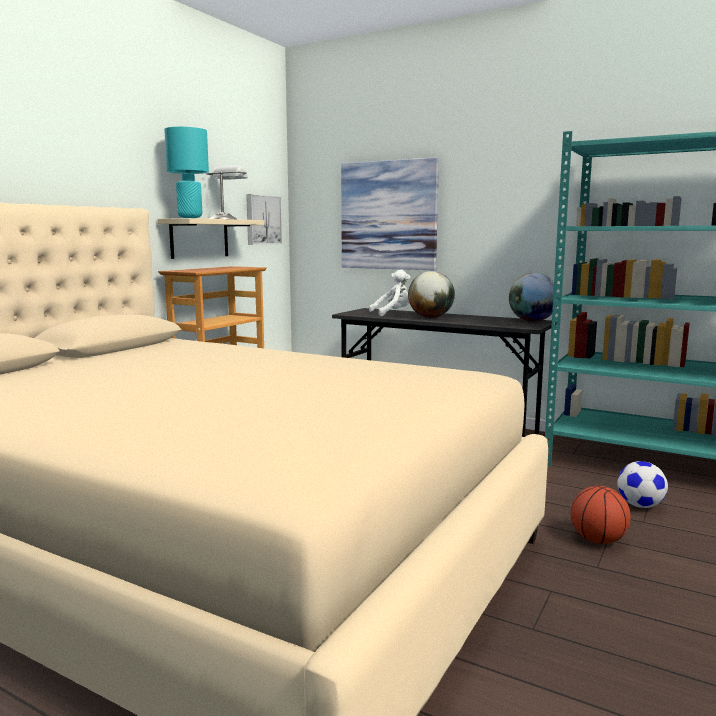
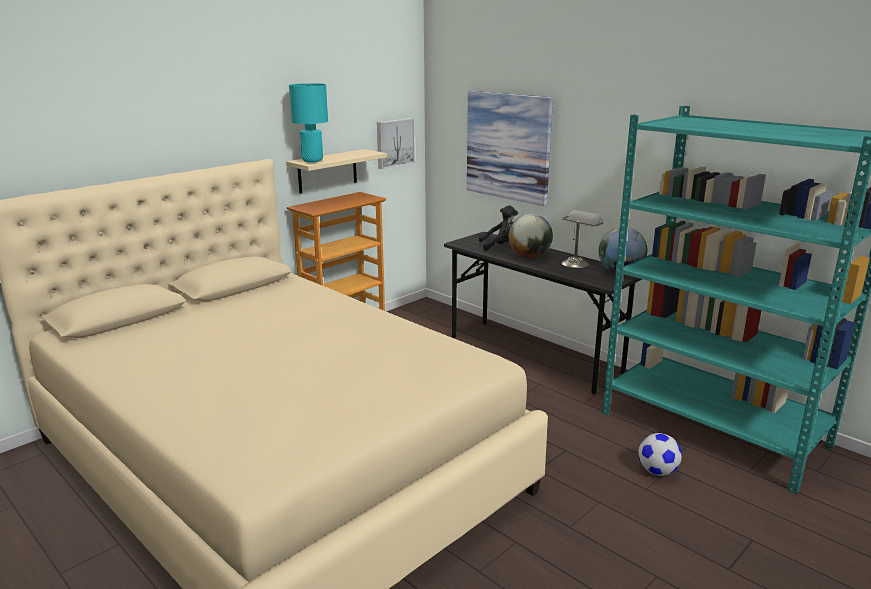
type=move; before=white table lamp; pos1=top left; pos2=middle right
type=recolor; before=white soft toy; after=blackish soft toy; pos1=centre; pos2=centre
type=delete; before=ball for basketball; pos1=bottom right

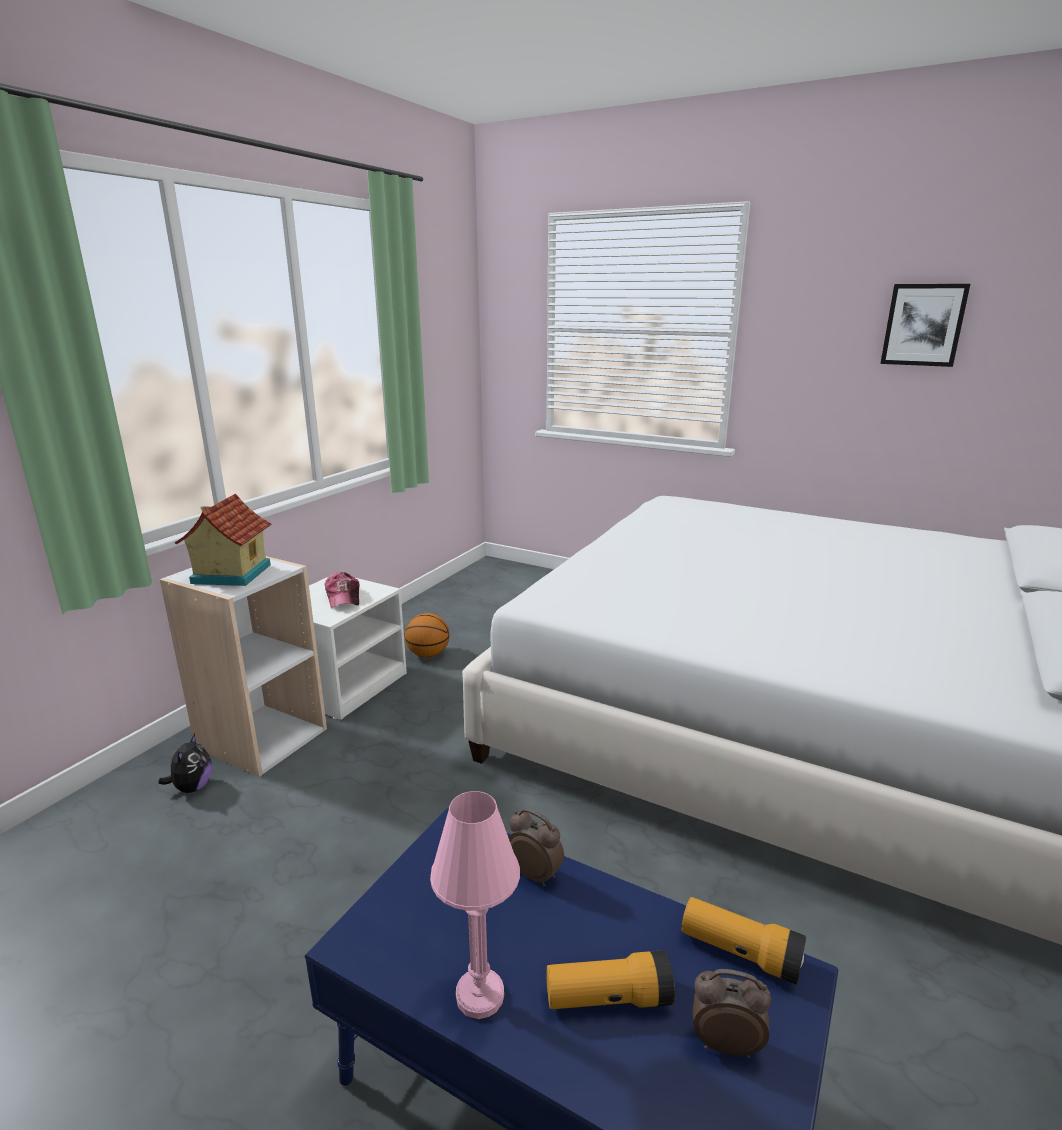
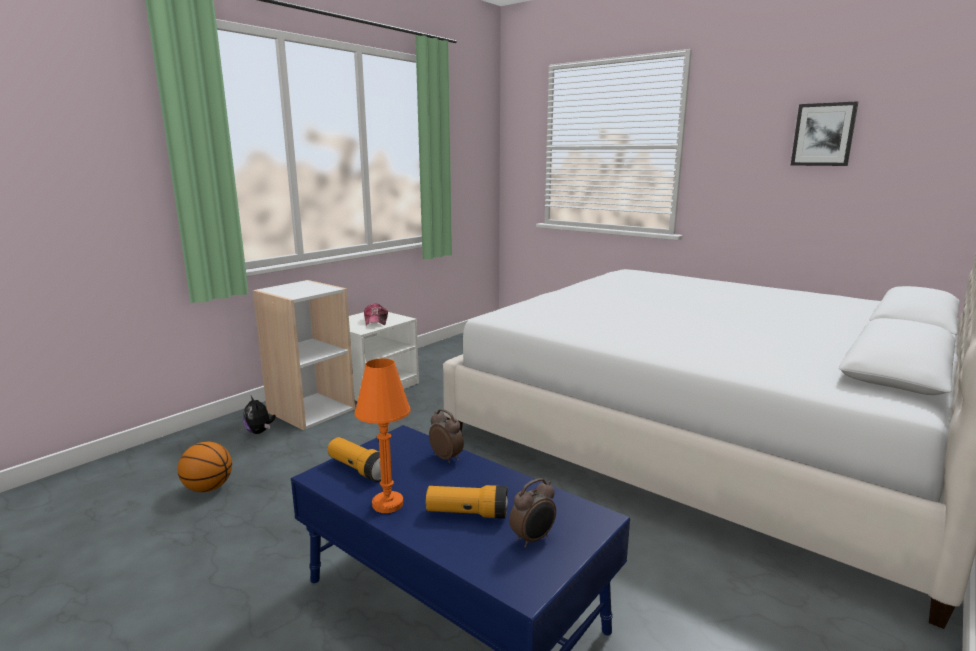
type=delete; before=miniature house; pos1=middle left
type=move; before=ball for basketball; pos1=centre; pos2=bottom left
type=rotate; before=soft toy; pos1=bottom left; pos2=middle left; turn=135
type=recolor; before=pink table lamp; after=orange-coloured table lamp; pos1=bottom centre; pos2=bottom centre
type=move; before=flashlight (2nd from left in the first image); after=flashlight (1st from left); pos1=bottom right; pos2=bottom centre
type=rotate; before=table clock (2nd from left); pos1=bottom right; pos2=bottom centre; turn=120

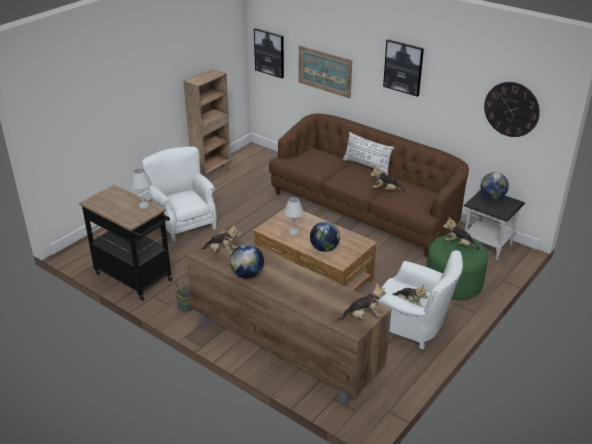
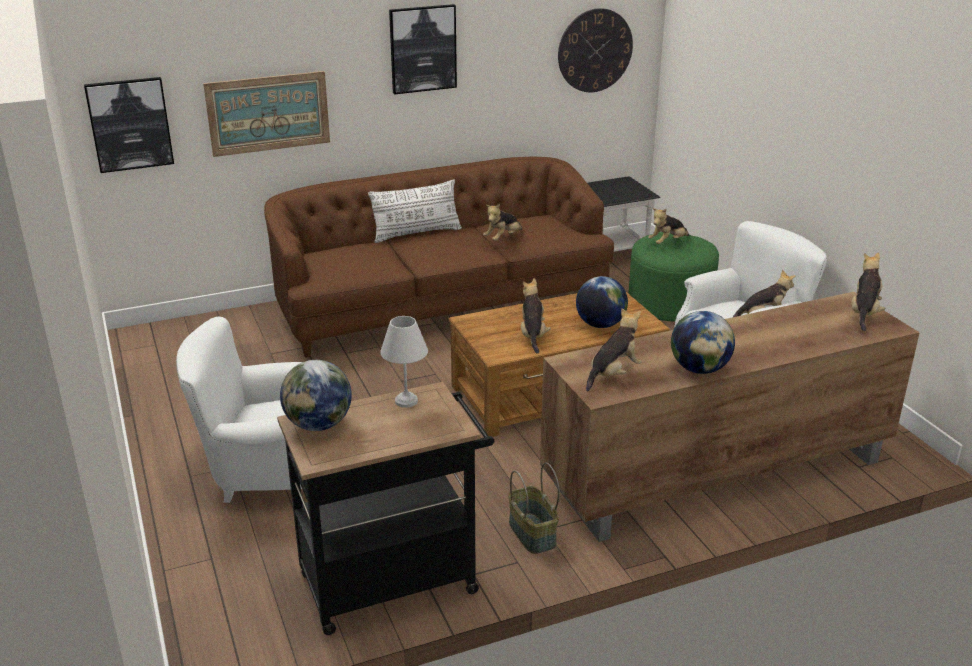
type=delete; before=brownish bookcase; pos1=top centre
type=move; before=globe (3rd from left in the first image); after=globe (1st from left); pos1=middle right; pos2=middle left
type=replace; before=white table lamp (2nd from left); after=soft toy (2nd from left); pos1=centre; pos2=centre

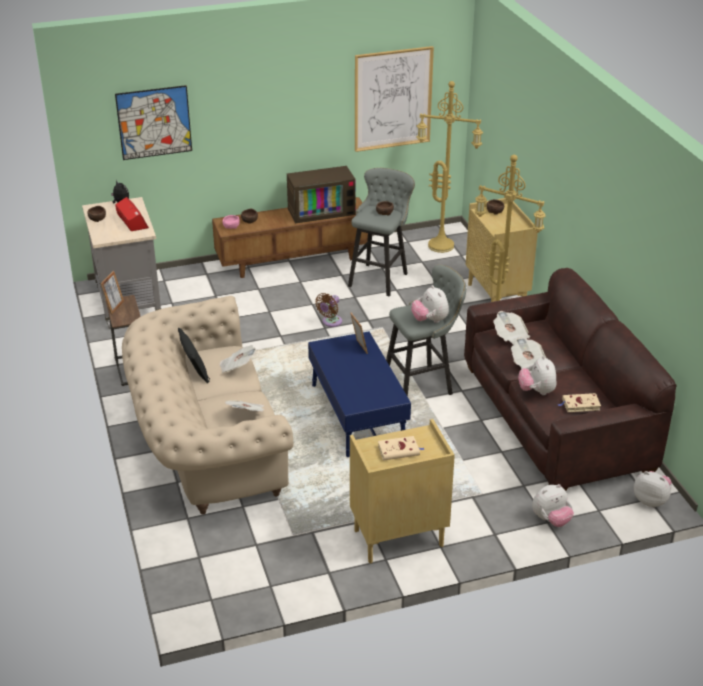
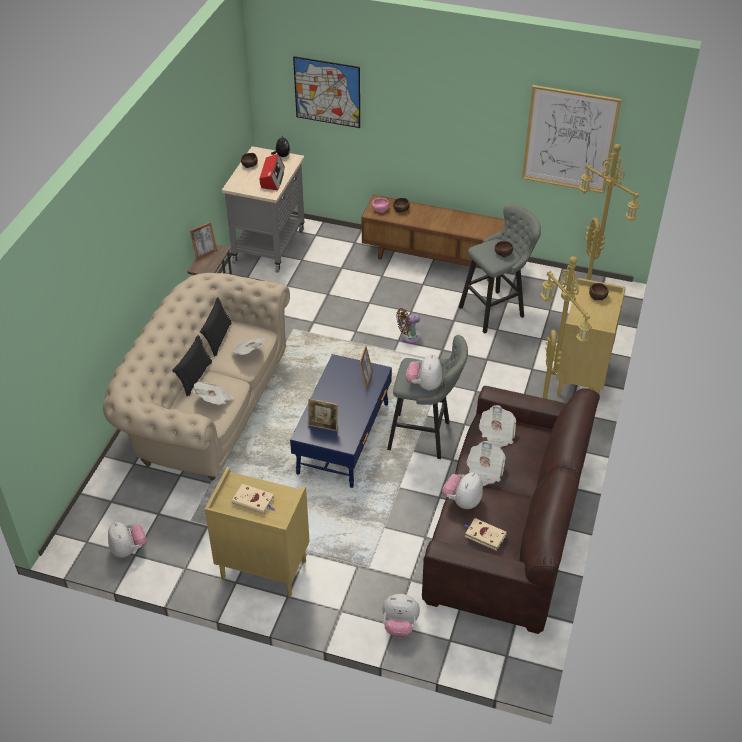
type=delete; before=TV set; pos1=top centre
type=move; before=soft toy (5th from left in the first image); after=soft toy (1st from left); pos1=bottom right; pos2=bottom left
type=insert; after=blackish pillow (1st from left); pos2=middle left
type=insert; after=photo frame (2nd from left); pos2=centre

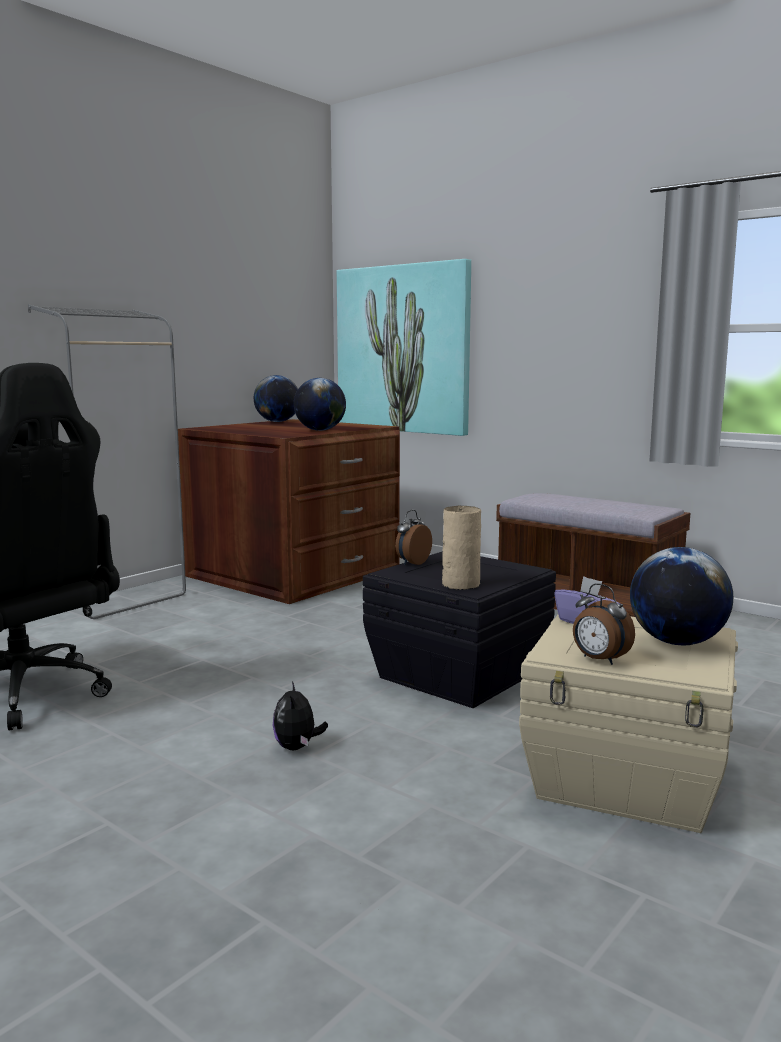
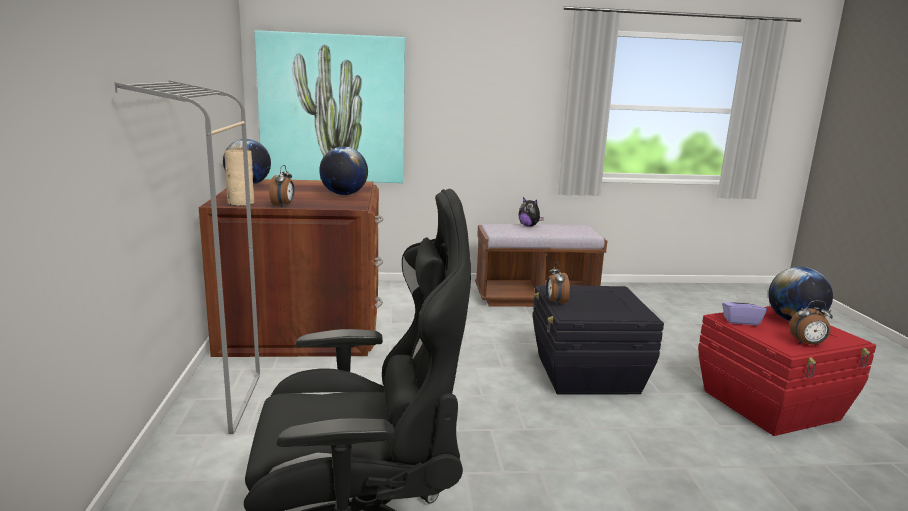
type=move; before=beige decorative vase; pos1=centre; pos2=middle left
type=recolor; before=beige storage bin; after=reddish storage bin; pos1=bottom right; pos2=bottom right
type=move; before=soft toy; pos1=bottom centre; pos2=centre
type=insert; after=table clock (1st from left); pos2=middle left

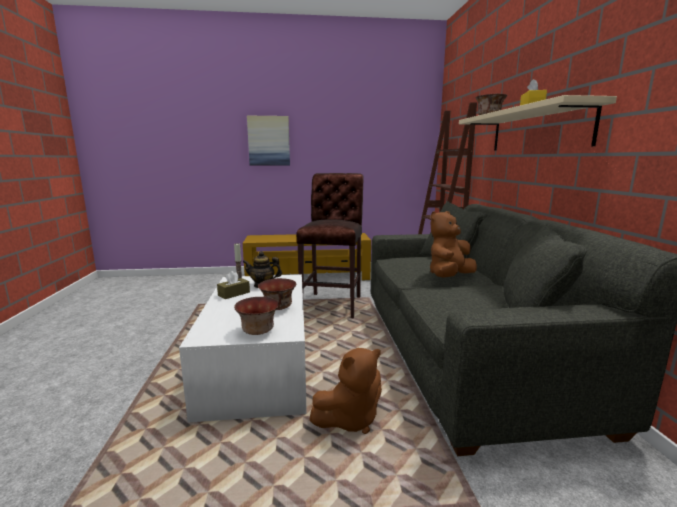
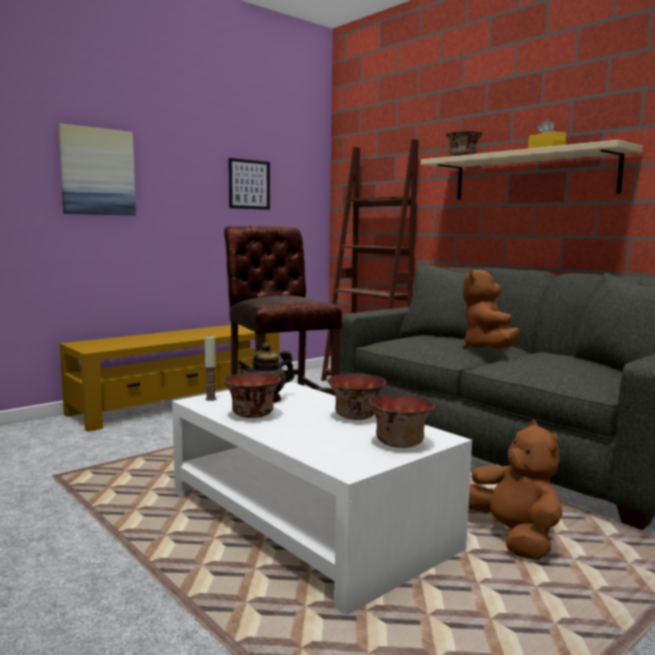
type=replace; before=brownish box of tissues; after=serving bowl (1st from left); pos1=centre; pos2=centre
type=rotate; before=brownish soft toy (1st from left in the first image); pos1=bottom centre; pos2=bottom right; turn=-45
type=insert; after=wall picture (2nd from left); pos2=top centre

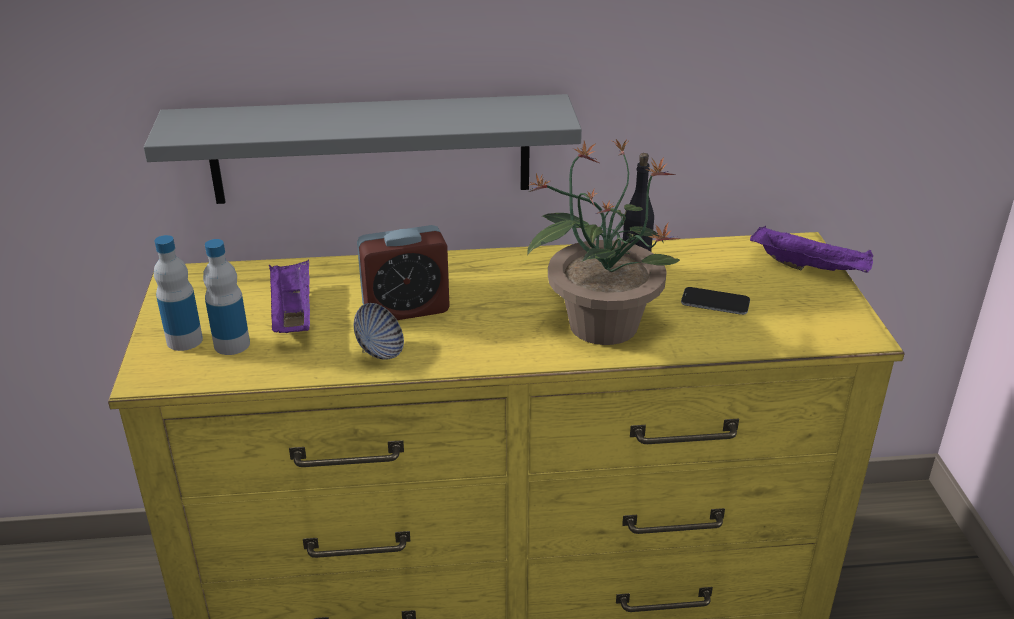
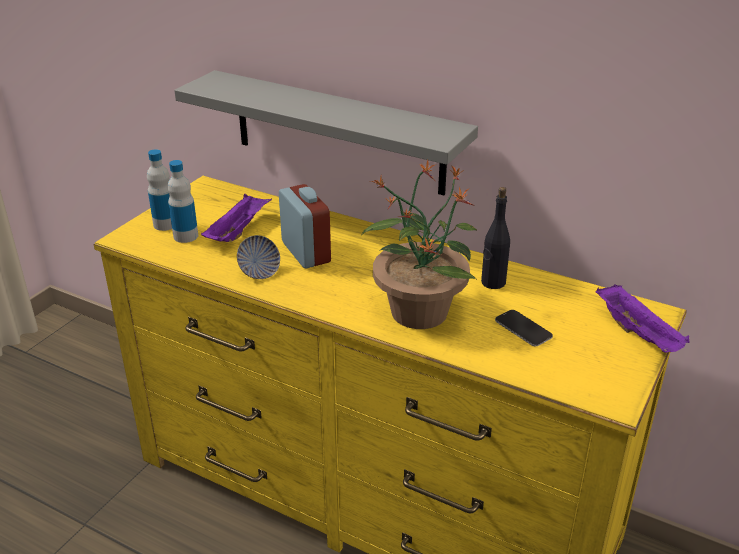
type=rotate; before=table clock; pos1=centre; pos2=centre; turn=-135

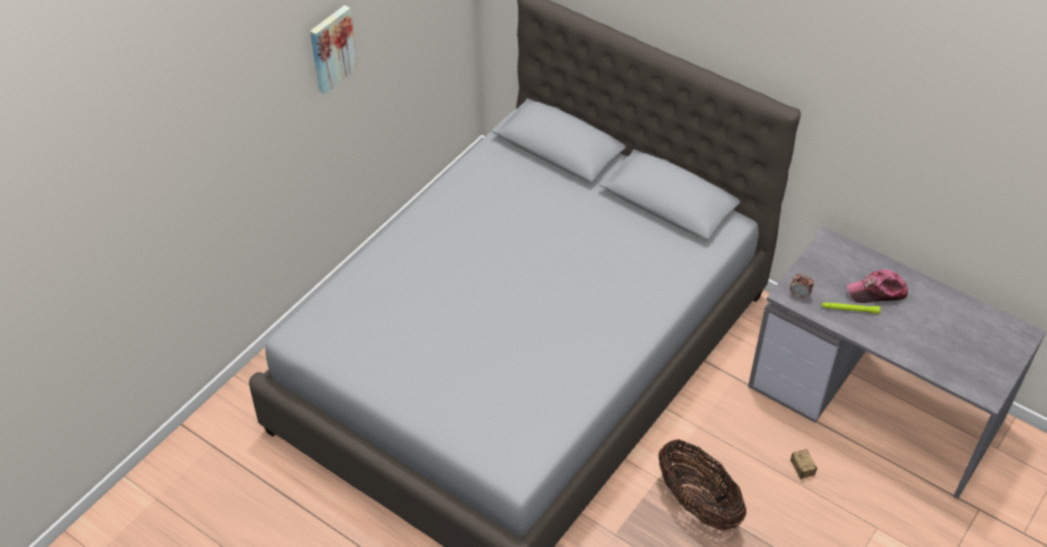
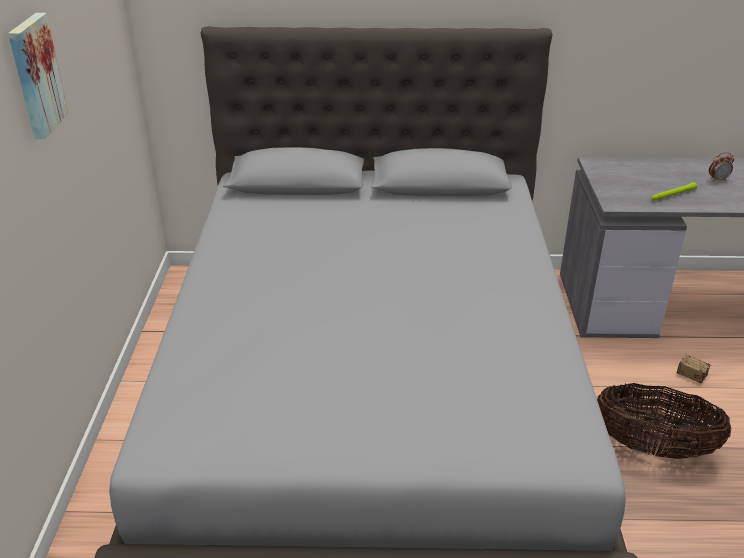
type=delete; before=peaked cap; pos1=middle right
type=move; before=table clock; pos1=middle right; pos2=top right

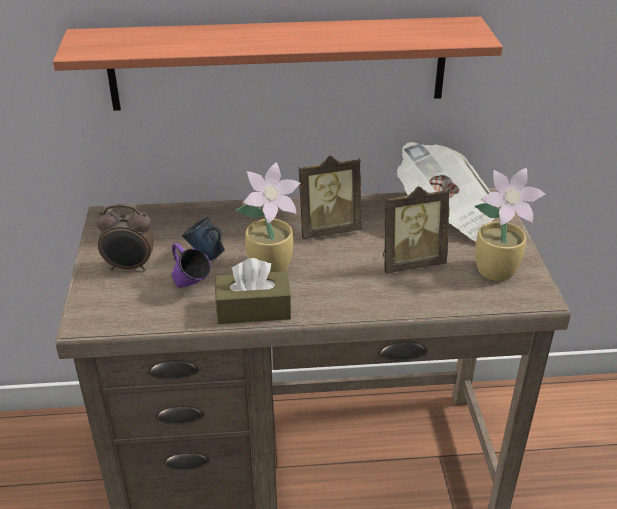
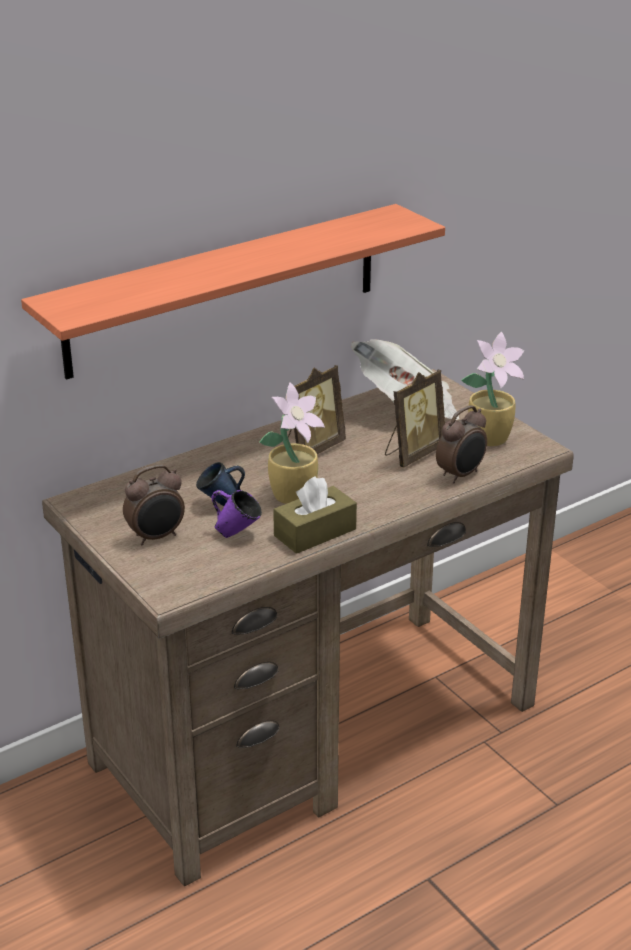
type=insert; after=table clock (2nd from left); pos2=middle right

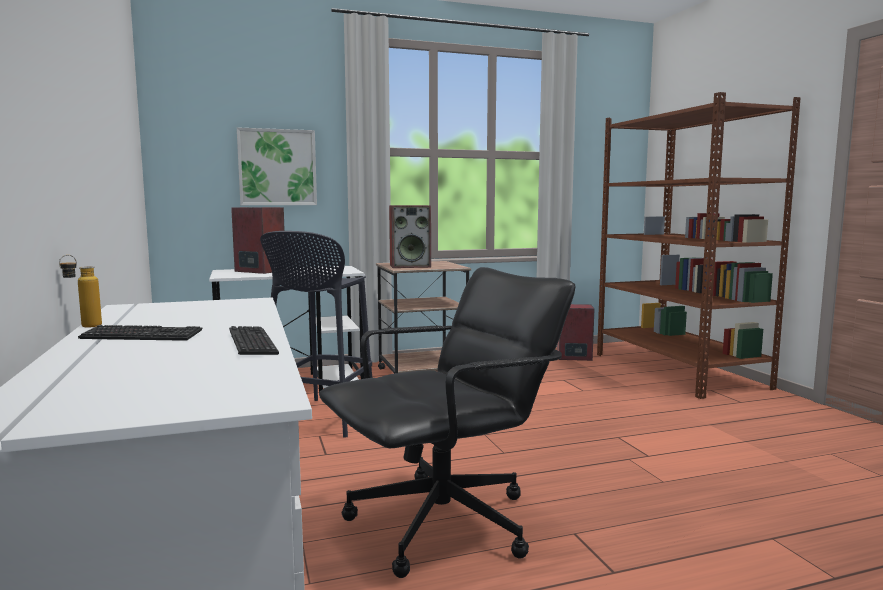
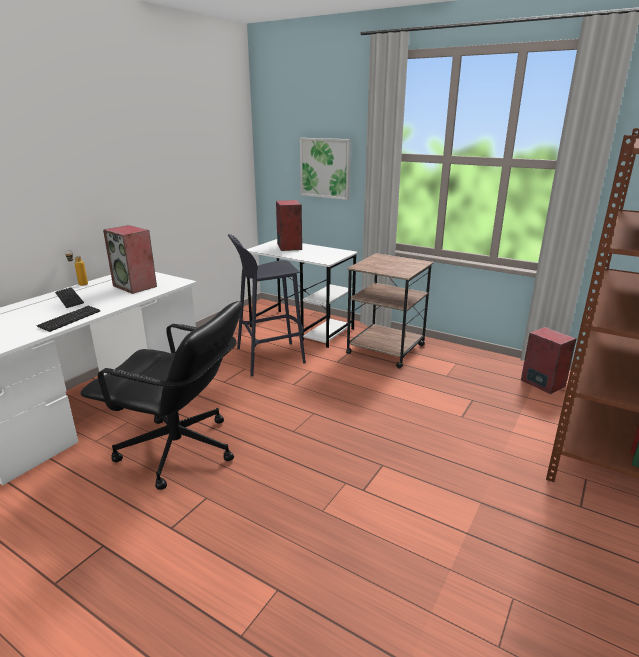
type=move; before=speaker (2nd from left in the first image); after=speaker (1st from left); pos1=centre; pos2=middle left

